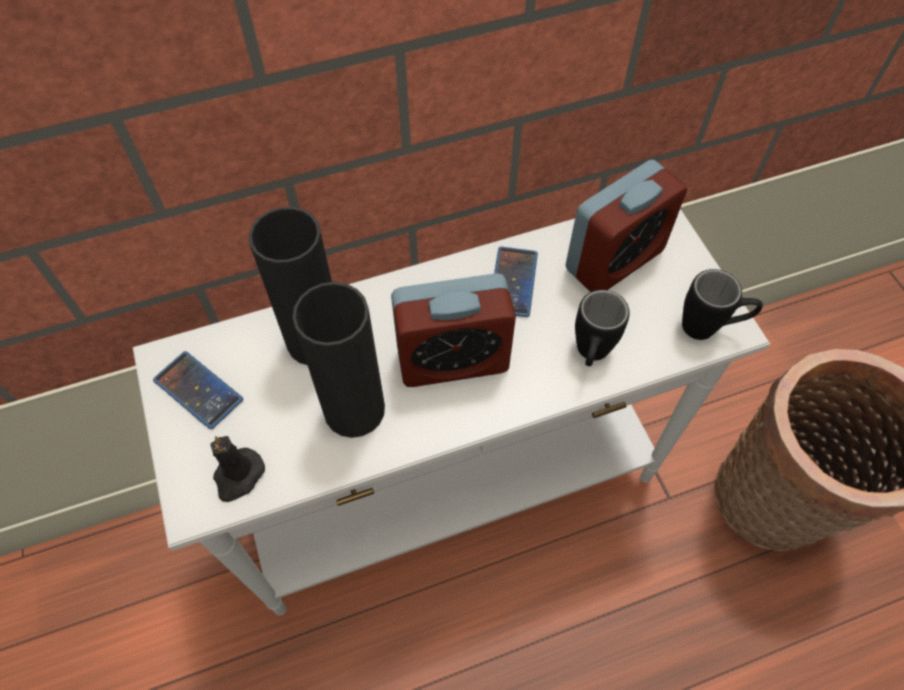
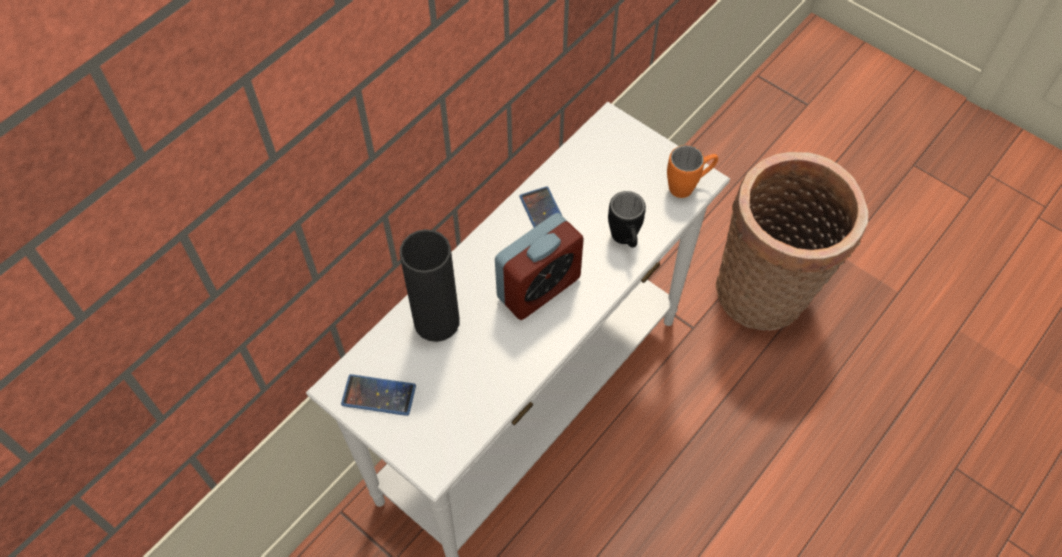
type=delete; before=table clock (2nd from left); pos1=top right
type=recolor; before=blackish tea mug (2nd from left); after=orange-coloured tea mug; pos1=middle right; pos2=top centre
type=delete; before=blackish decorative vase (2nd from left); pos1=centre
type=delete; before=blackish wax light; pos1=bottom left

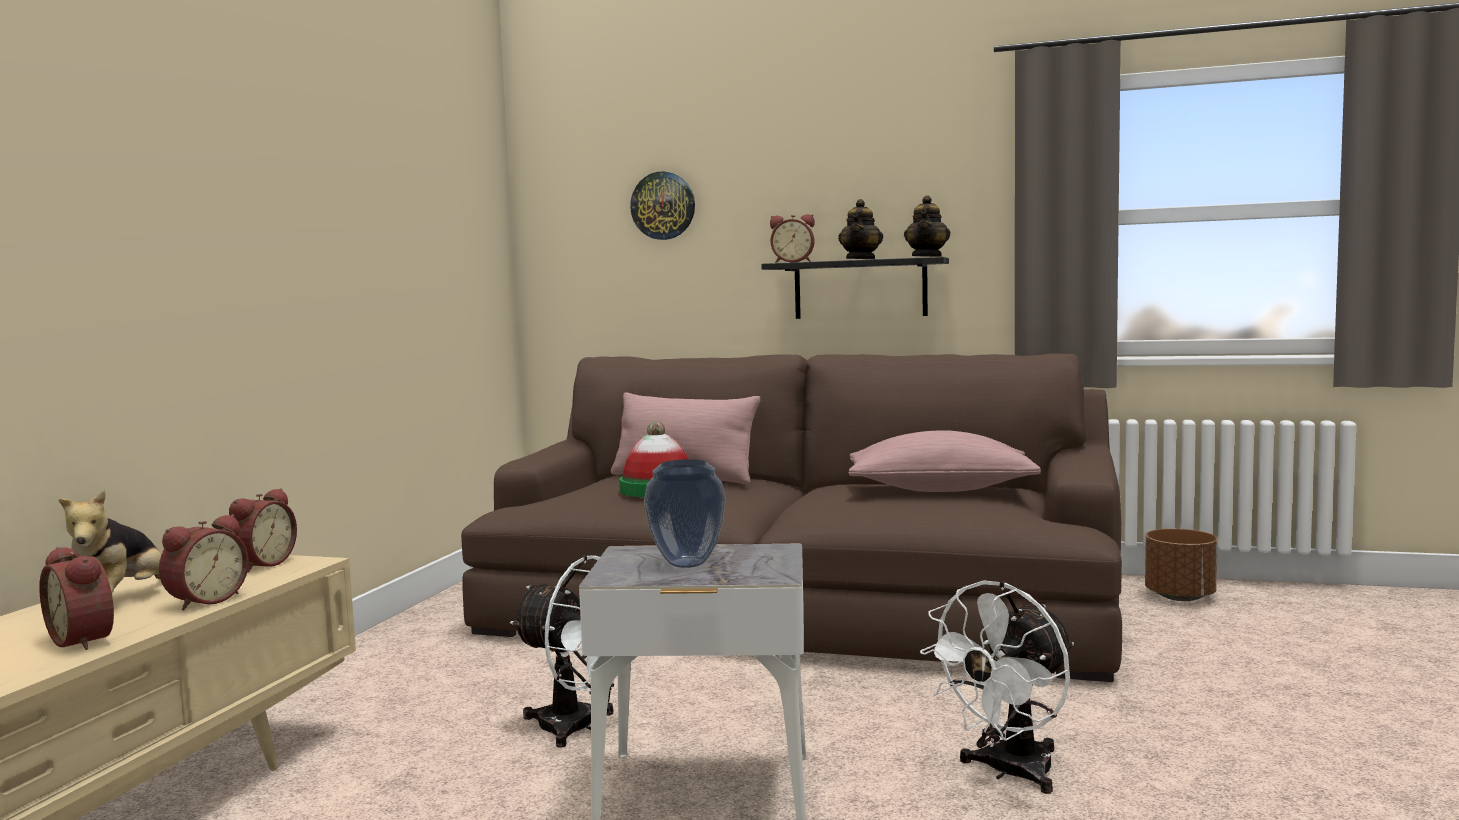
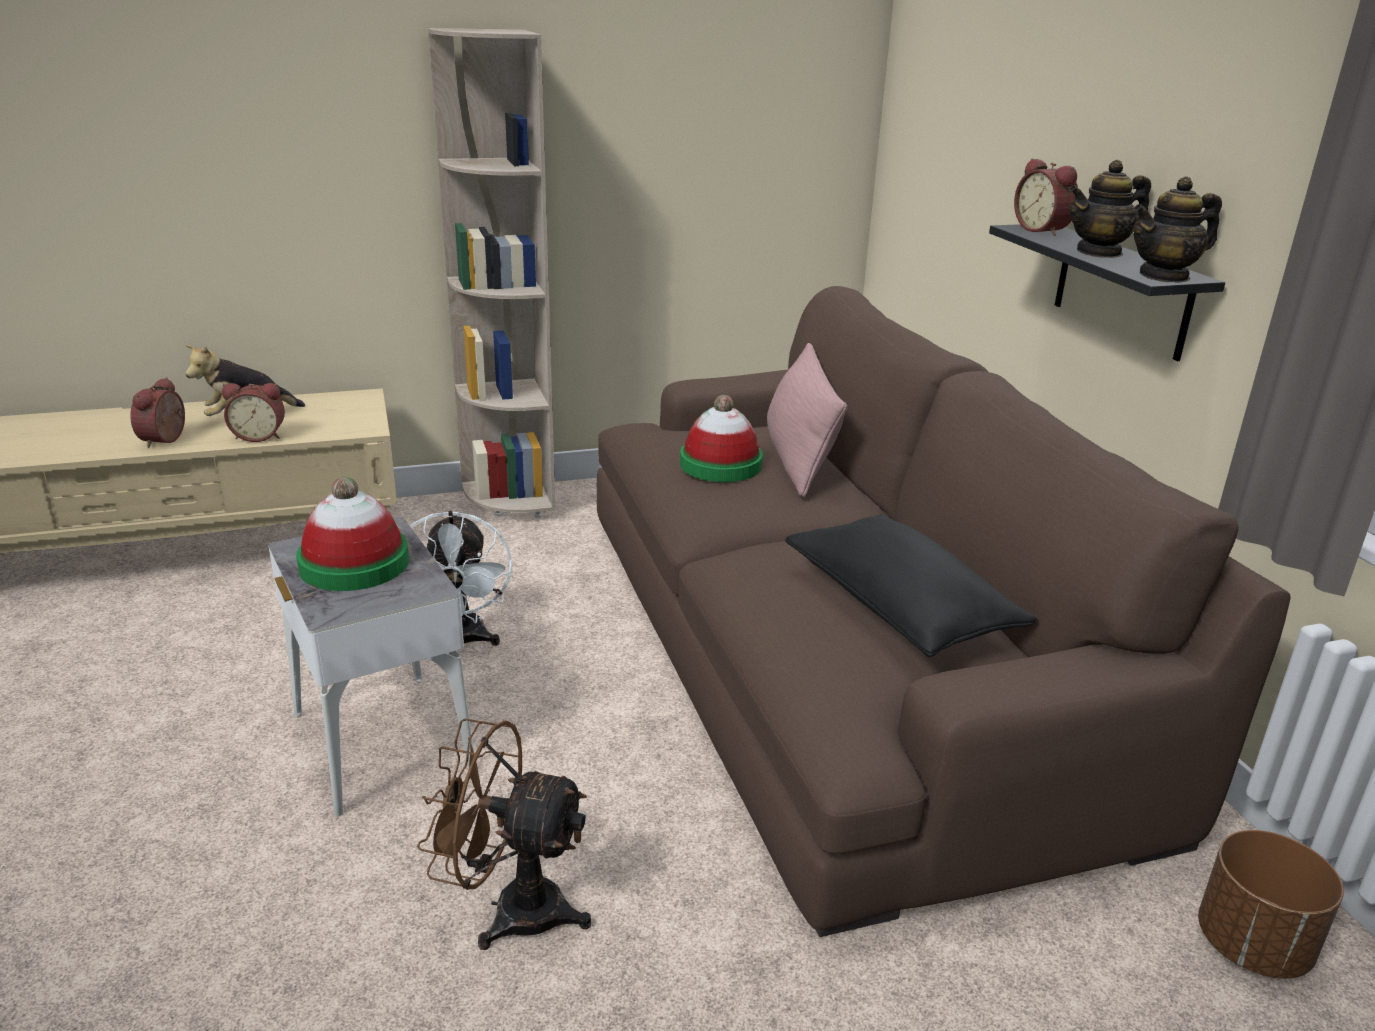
type=delete; before=clock on the wall; pos1=top centre
type=recolor; before=pink pillow (2nd from left); after=blackish pillow; pos1=centre; pos2=centre
type=replace; before=decorative vase; after=hat (1st from left); pos1=centre; pos2=middle left
type=delete; before=table clock (3rd from left); pos1=middle left
type=recolor; before=white electric fan (2nd from left); after=brownish electric fan; pos1=bottom right; pos2=bottom centre
type=insert; after=beige bookcase; pos2=top centre

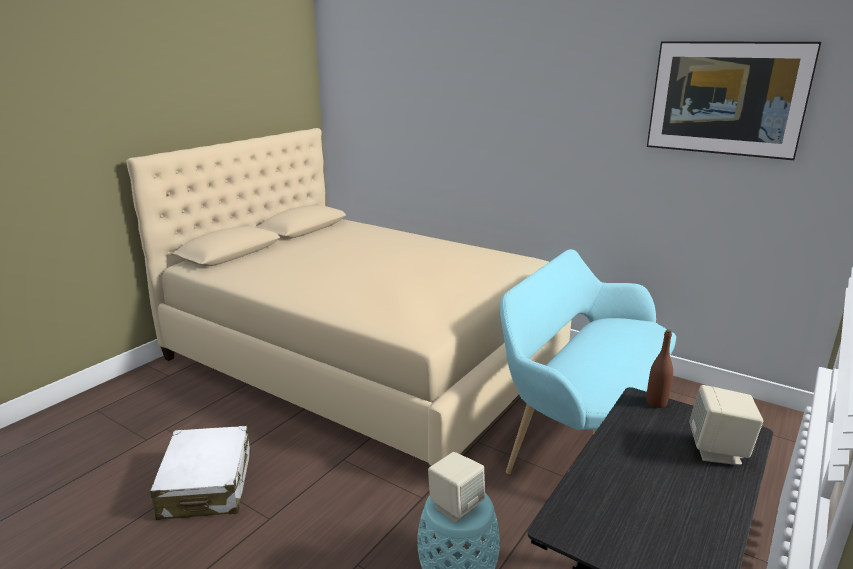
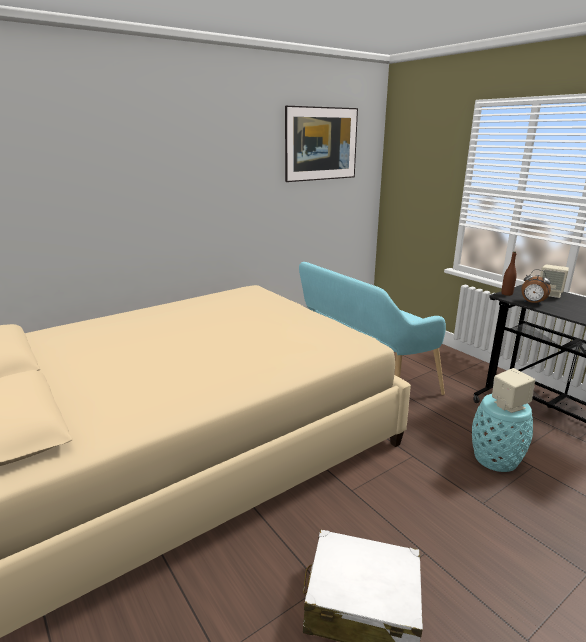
type=insert; after=table clock; pos2=middle right

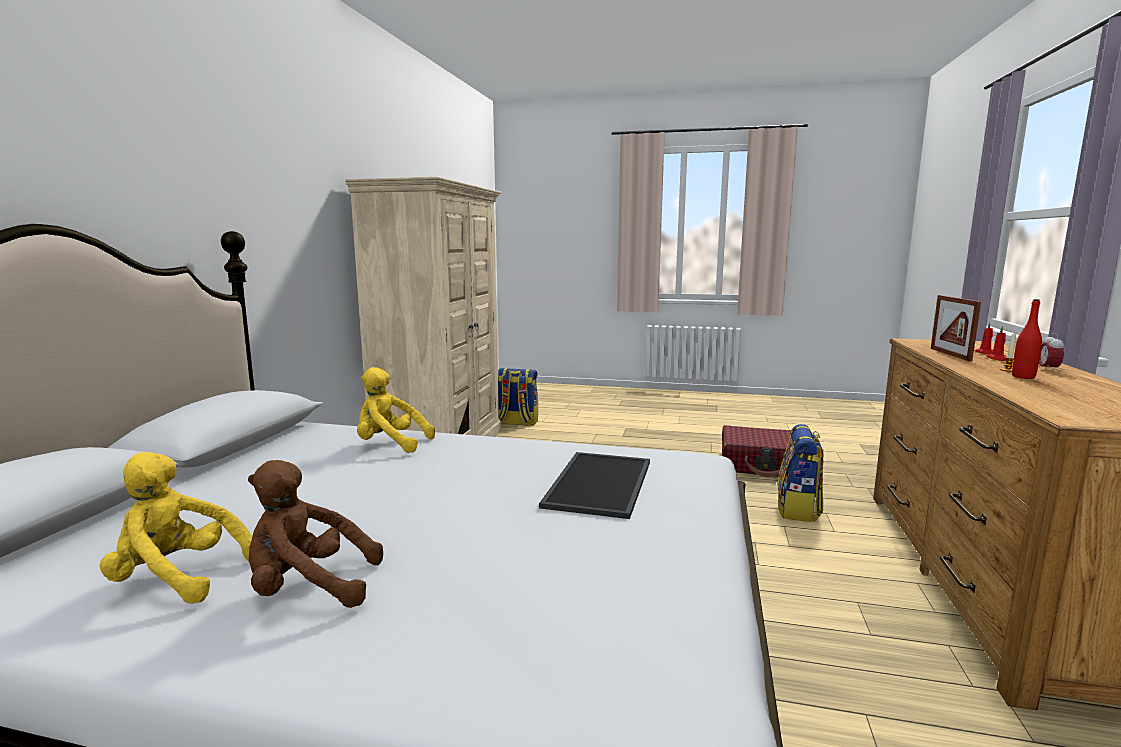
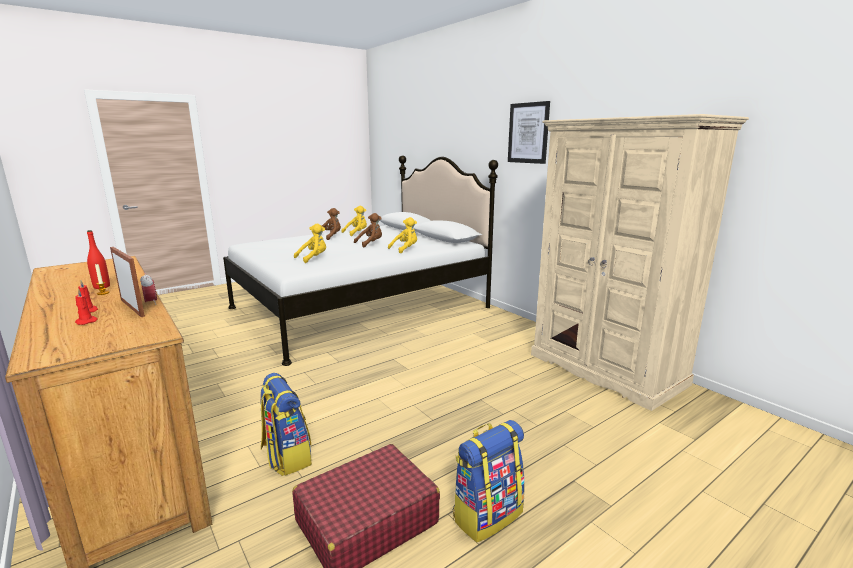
type=move; before=table clock; pos1=middle right; pos2=middle left
type=move; before=knapsack (1st from left in the first image); after=knapsack (2nd from left); pos1=centre; pos2=bottom centre
type=replace; before=tray; after=yellow-coloured soft toy (1st from left); pos1=centre; pos2=centre
type=insert; after=wall picture; pos2=top centre
type=insert; after=brownish soft toy (2nd from left); pos2=centre

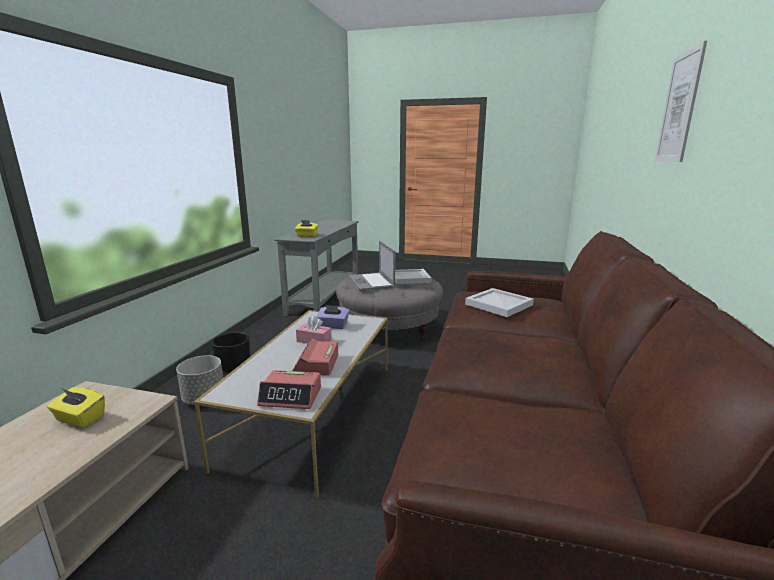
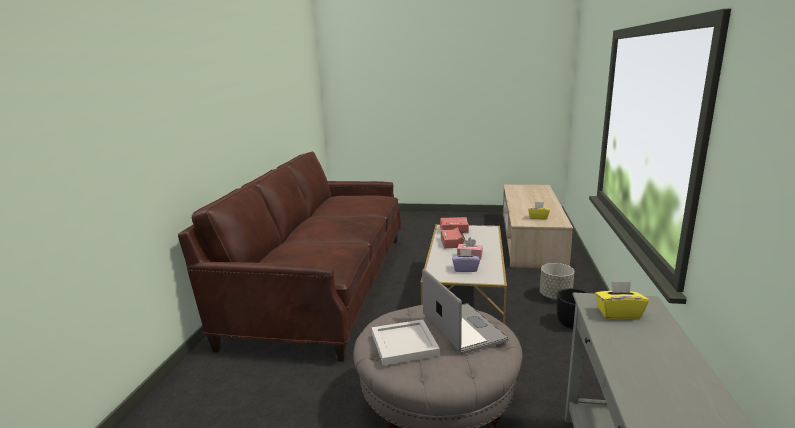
type=delete; before=wall picture; pos1=top right
type=delete; before=white tray (2nd from left); pos1=centre

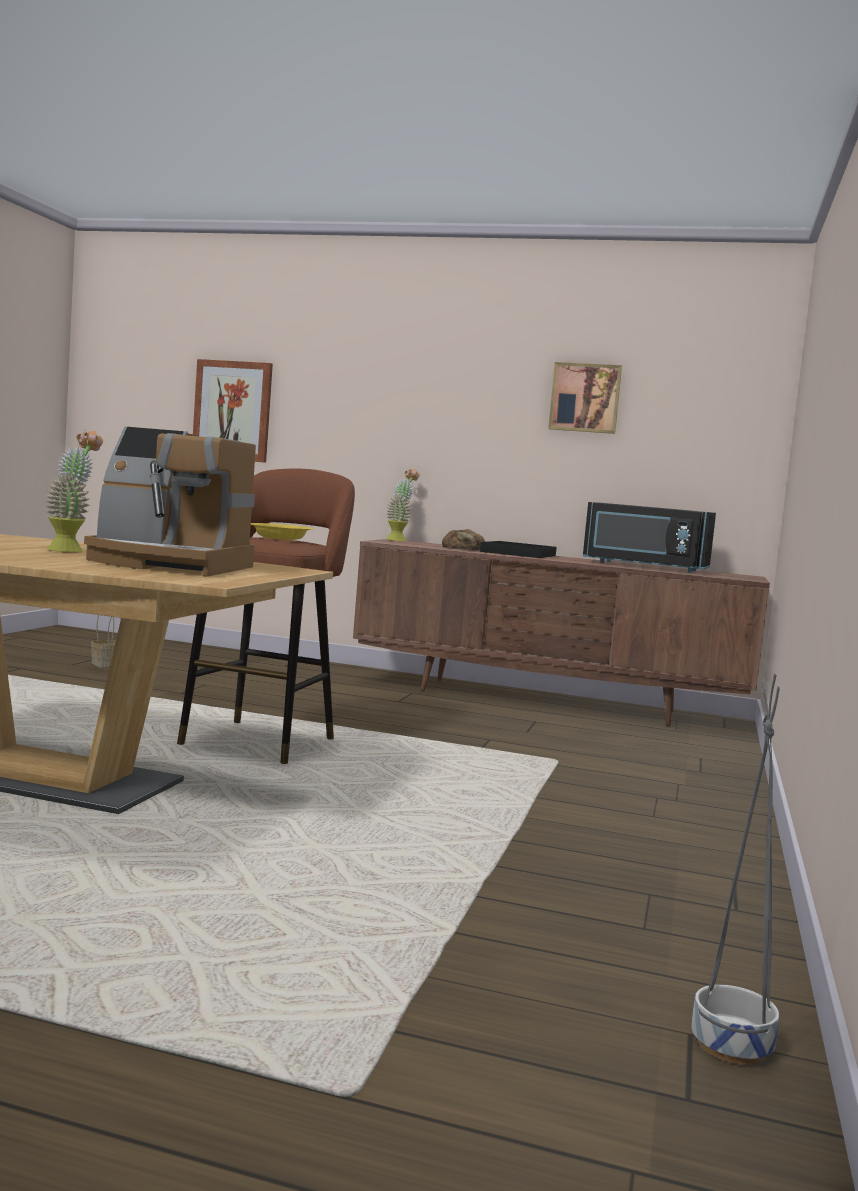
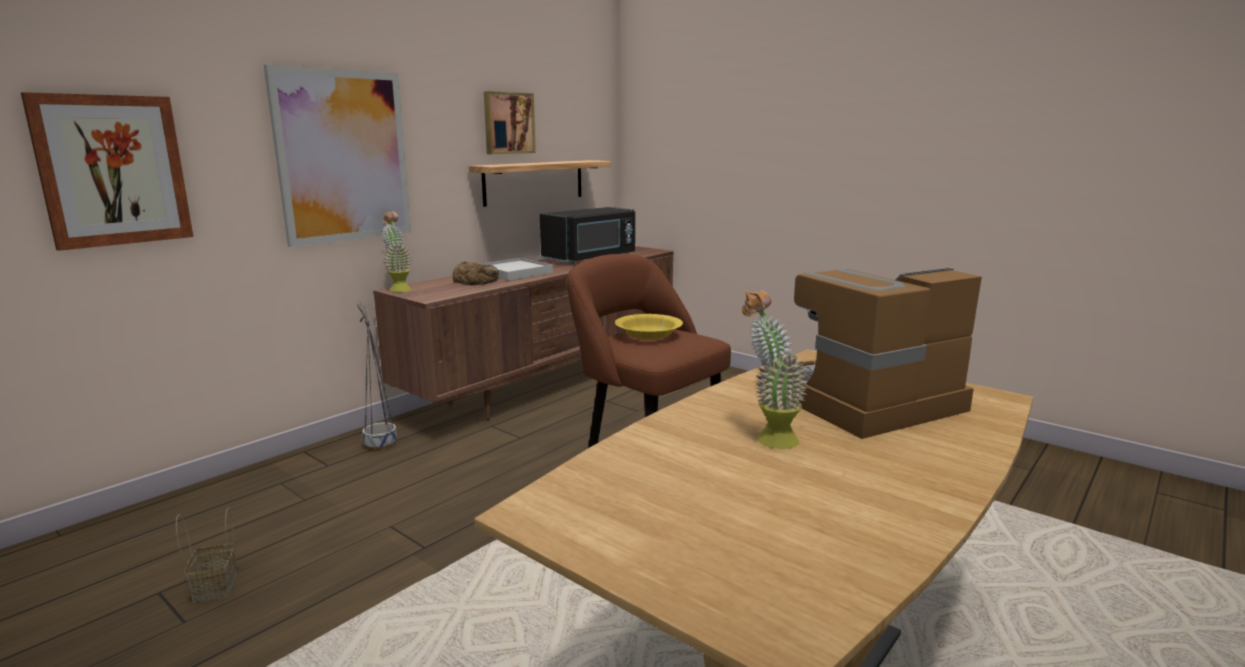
type=rotate; before=coffee maker; pos1=middle left; pos2=middle right; turn=-150
type=recolor; before=blackish tray; after=white tray; pos1=centre; pos2=centre
type=move; before=greyish planter; pos1=bottom right; pos2=middle left
type=insert; after=wall picture (2nd from left); pos2=top left
type=insert; after=bracket shelf; pos2=top centre

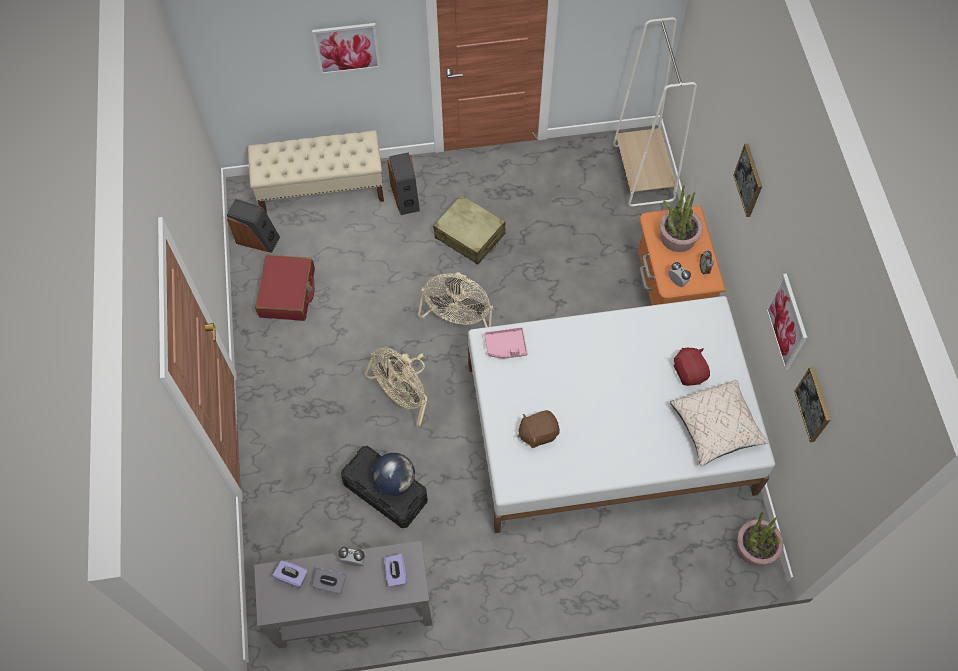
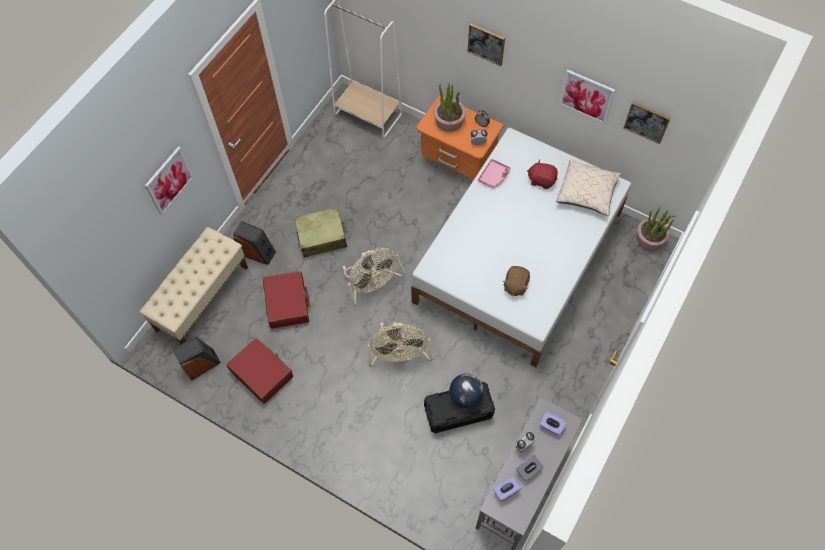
type=move; before=pink tray; pos1=centre; pos2=top centre
type=insert; after=reddish piece of luggage (2nd from left); pos2=centre

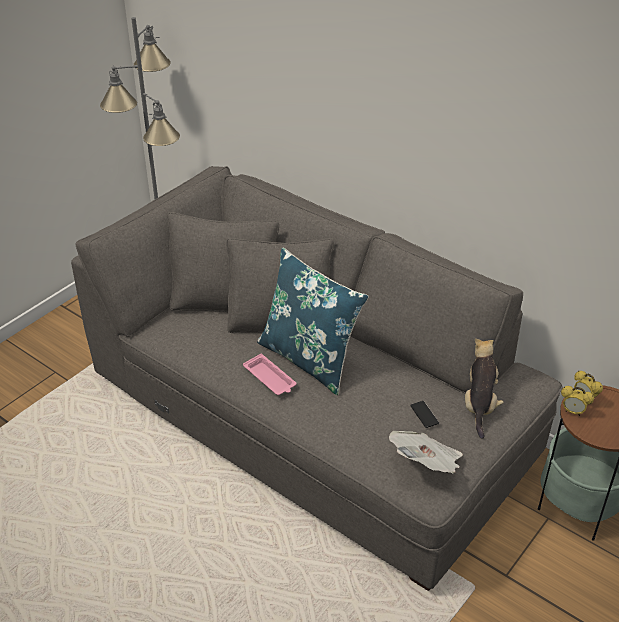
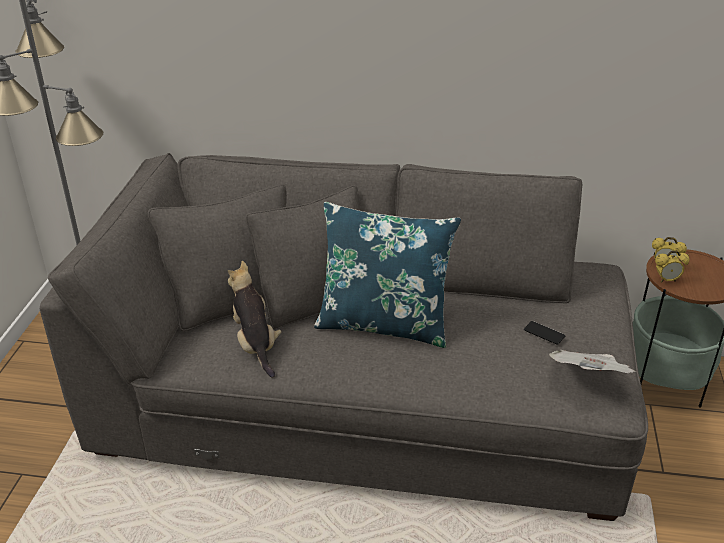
type=move; before=soft toy; pos1=middle right; pos2=centre
type=delete; before=pink tray; pos1=centre

